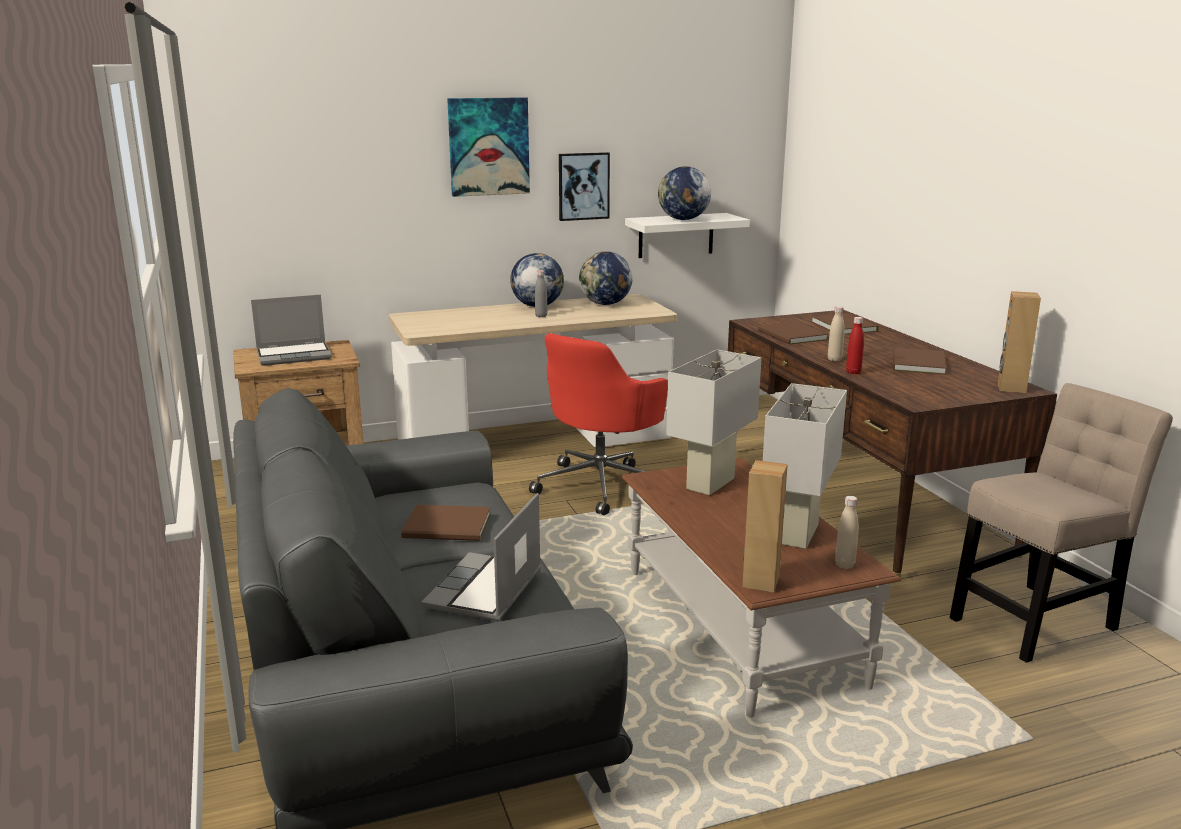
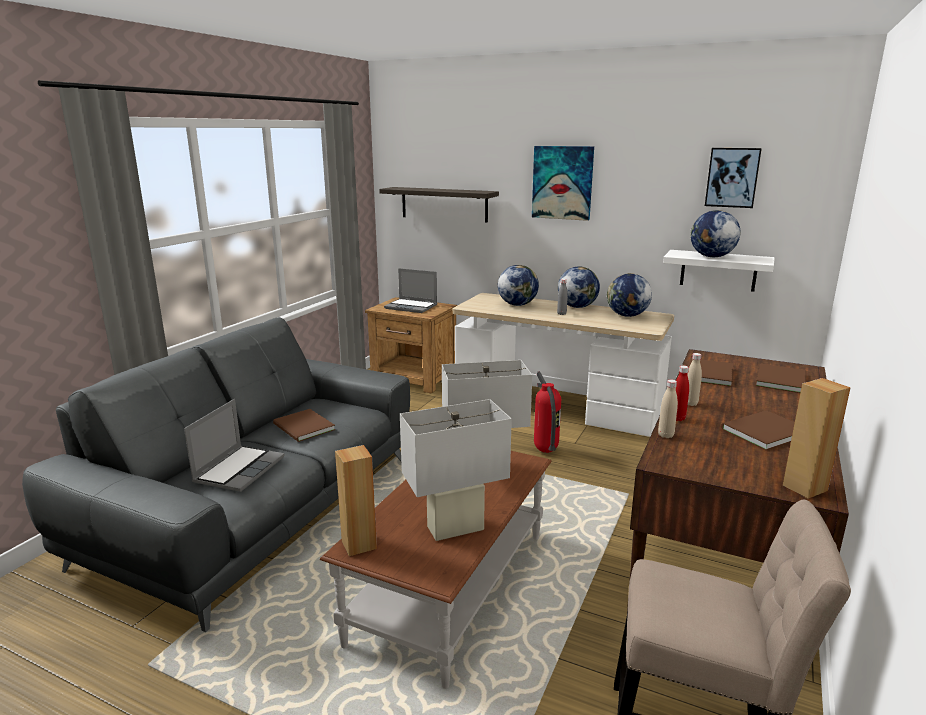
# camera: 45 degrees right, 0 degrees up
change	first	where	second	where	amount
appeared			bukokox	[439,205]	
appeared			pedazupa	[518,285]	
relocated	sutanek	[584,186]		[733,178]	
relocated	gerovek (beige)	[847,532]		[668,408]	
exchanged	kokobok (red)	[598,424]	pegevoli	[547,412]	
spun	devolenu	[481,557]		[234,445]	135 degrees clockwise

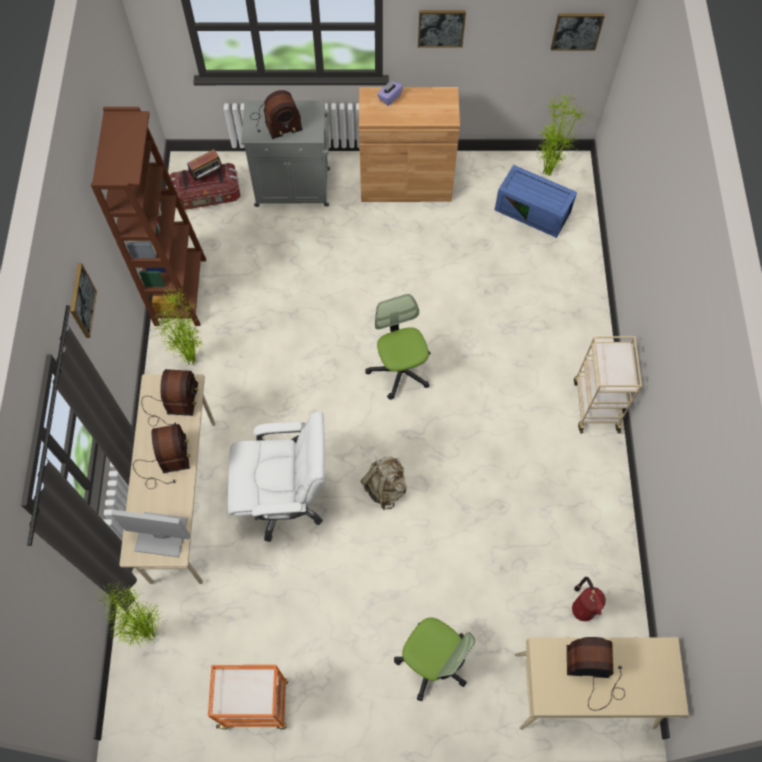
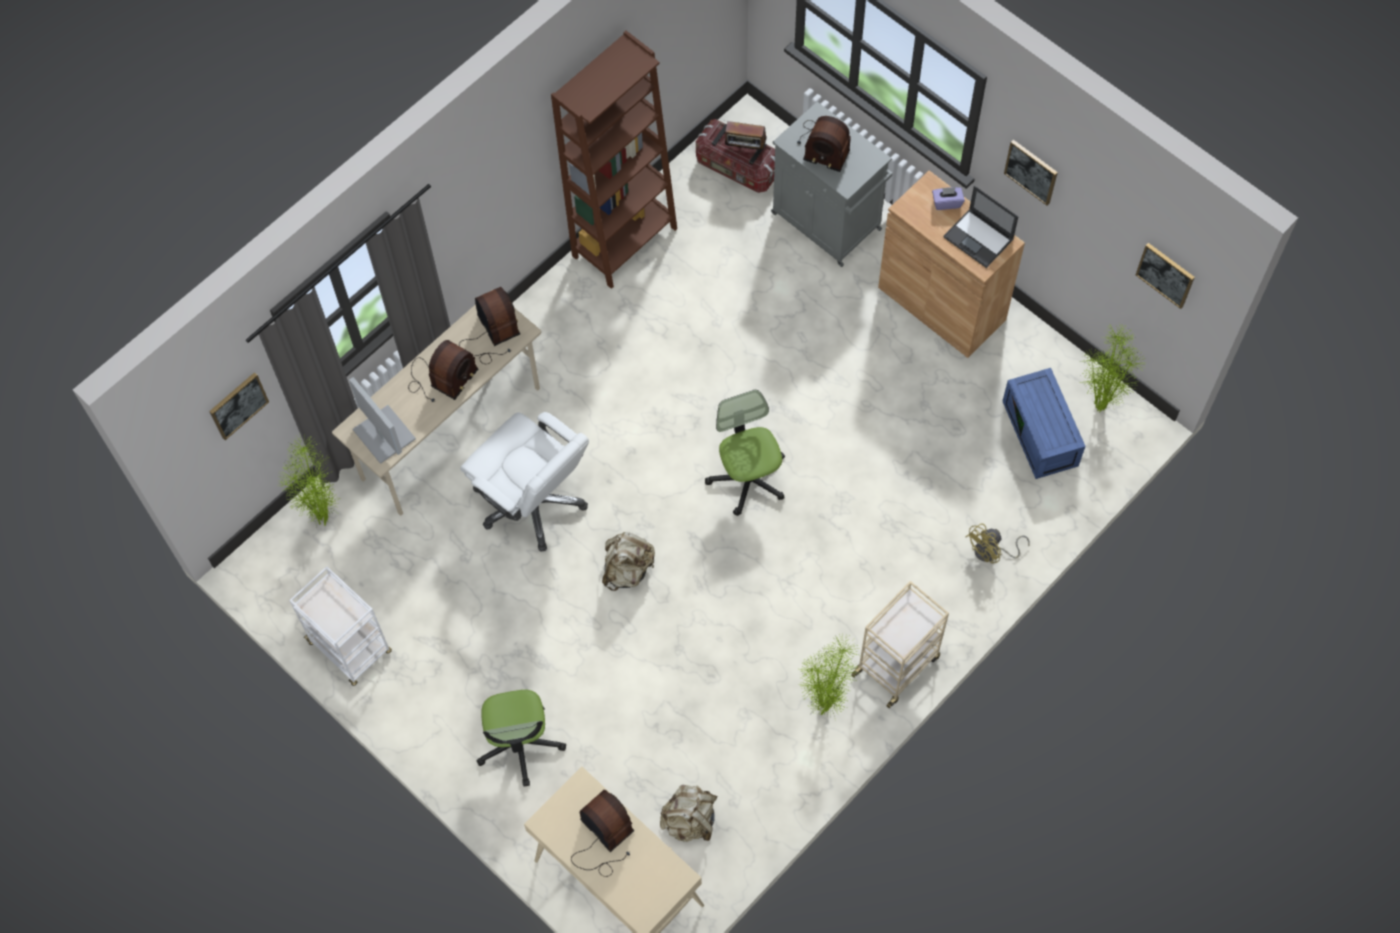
# camera: 45 degrees right, 0 degrees up
change	first	where	second	where	amount
appeared			devolenu	[980,227]	
appeared			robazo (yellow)	[998,543]	
relocated	sutanek	[83,300]		[239,406]	
relocated	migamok	[178,325]		[829,675]	
exchanged	pegevoli	[589,599]	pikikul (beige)	[688,813]	
colour	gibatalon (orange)	[248,697]	gibatalon (white)	[340,626]	
spun	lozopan	[170,397]		[489,325]	75 degrees counterclockwise
spun	kokobok	[397,347]		[745,453]	45 degrees counterclockwise

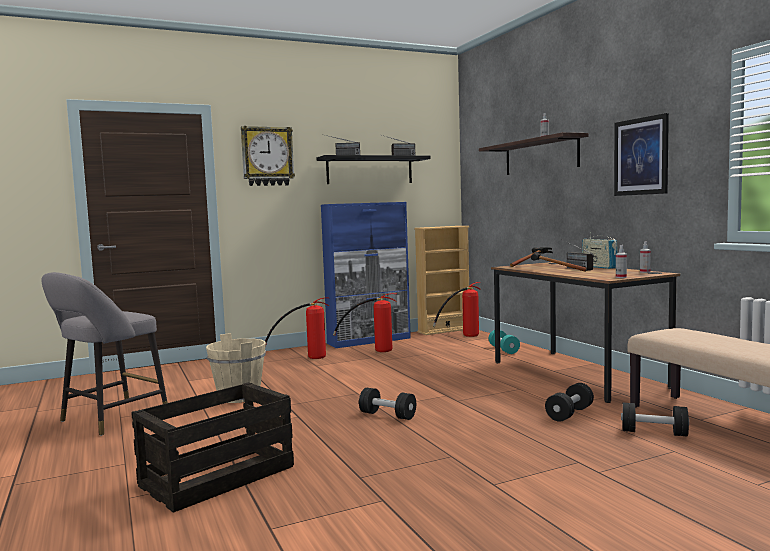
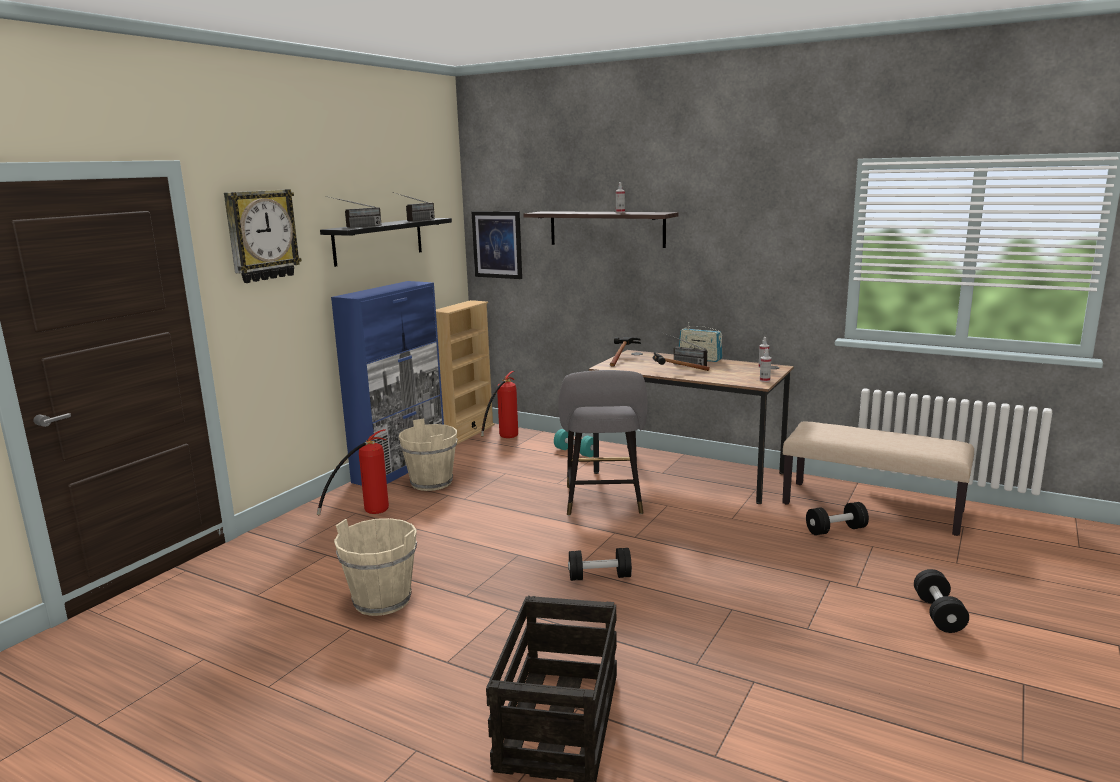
# camera: 35 degrees left, 10 degrees up
change	first	where	second	where	amount
relocated	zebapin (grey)	[104,354]		[603,443]	
relocated	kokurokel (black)	[569,402]		[941,601]	
relocated	sutanek	[641,154]		[496,245]	
exchanged	pegevoli	[364,322]	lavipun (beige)	[428,454]	

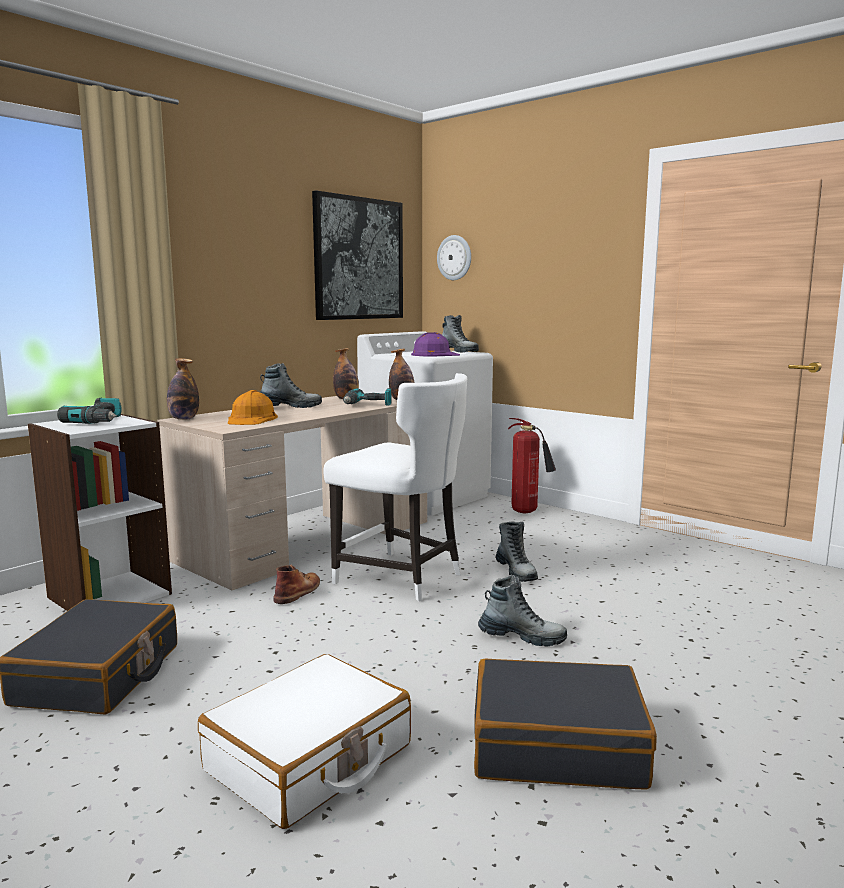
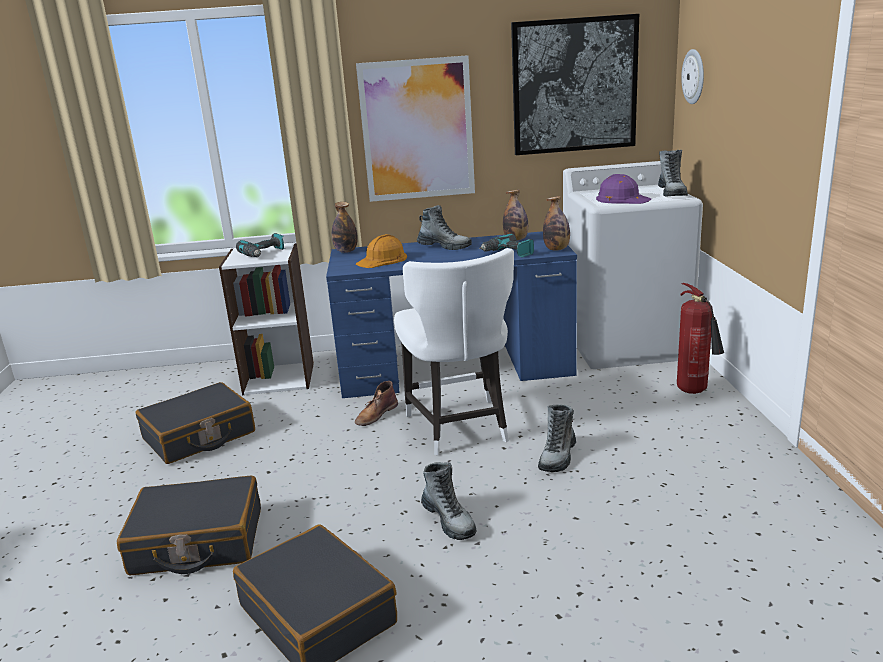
# camera: 45 degrees right, 10 degrees up
change	first	where	second	where	amount
appeared			sutanek	[415,128]	
colour	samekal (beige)	[292,493]	samekal (blue)	[451,314]	
colour	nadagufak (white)	[304,741]	nadagufak (black)	[189,525]	
spun	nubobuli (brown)	[296,584]		[376,403]	150 degrees clockwise

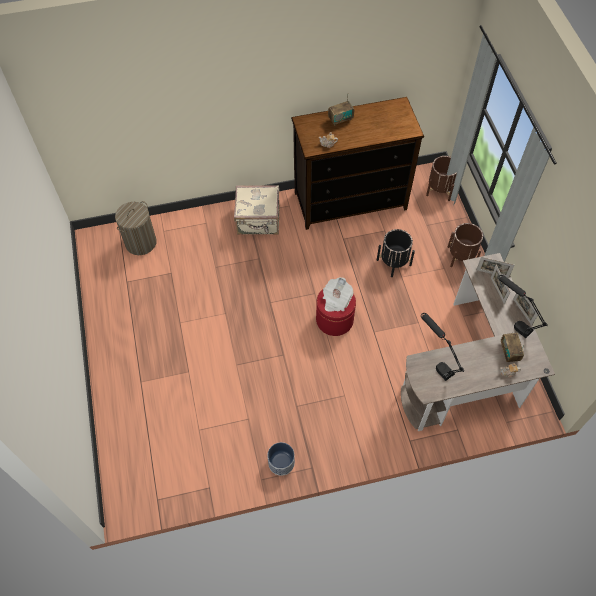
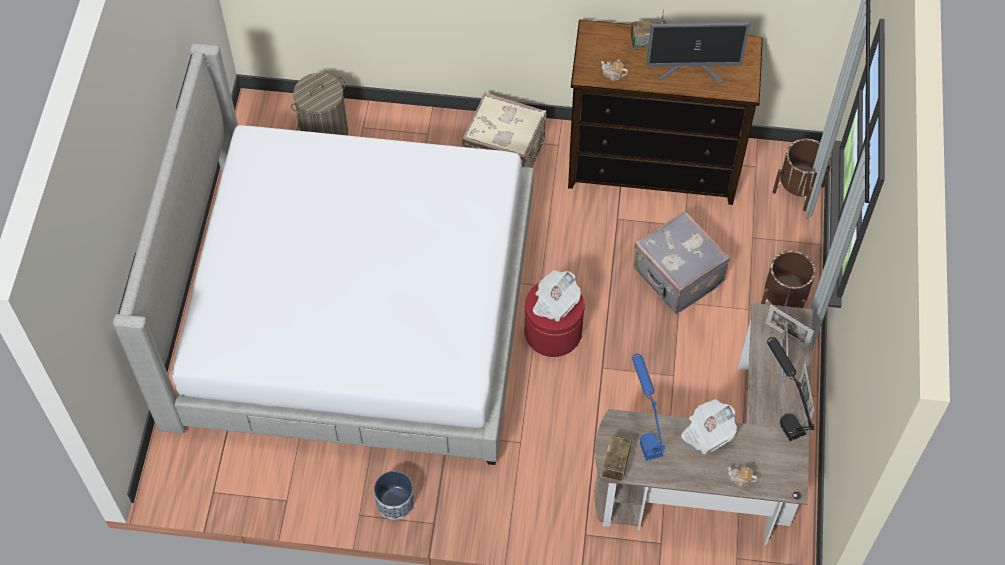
# camera: 20 degrees right, 0 degrees up
change	first	where	second	where	amount
appeared			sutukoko	[323,254]	
appeared			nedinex	[698,52]	
appeared			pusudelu	[709,427]	
relocated	lozopan	[512,347]		[617,458]	
exchanged	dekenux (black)	[396,253]	nadagufak (grey)	[681,262]	
colour	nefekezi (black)	[442,347]	nefekezi (blue)	[648,407]	

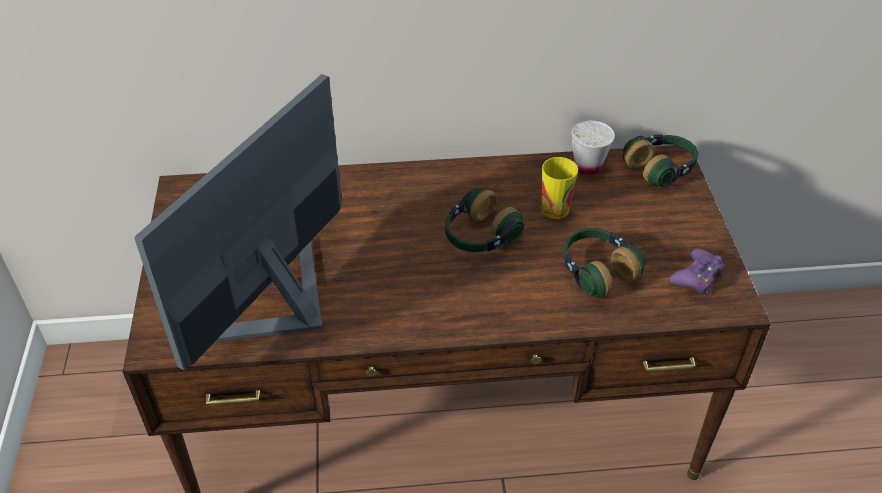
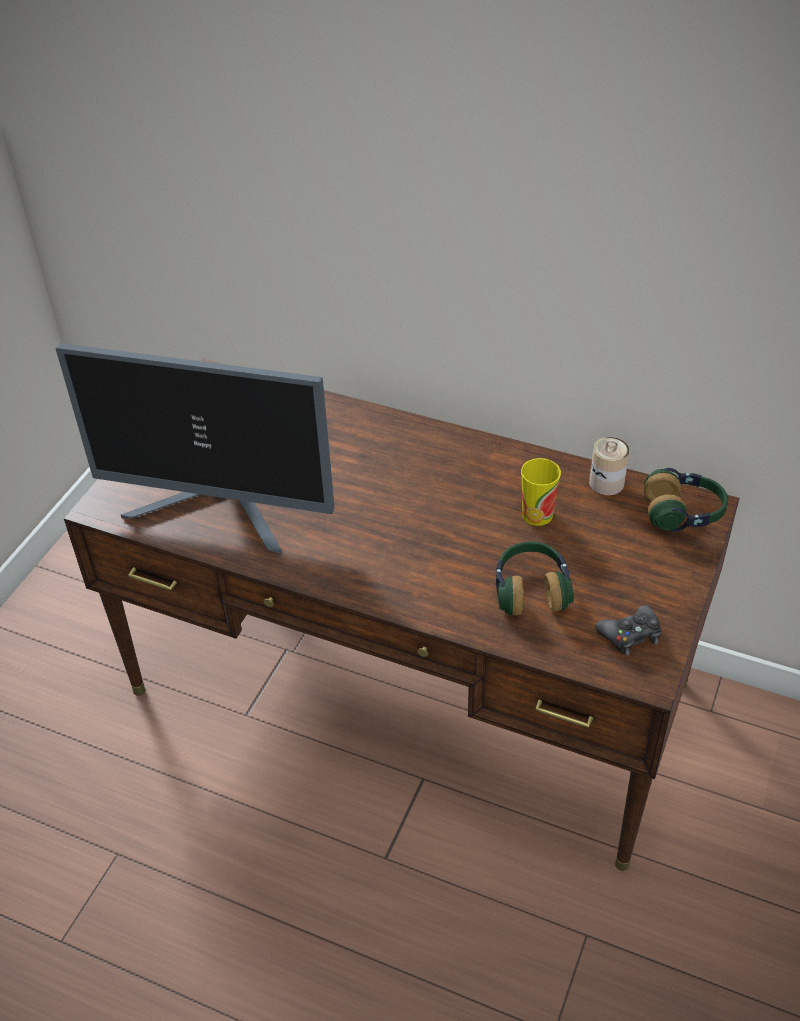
# camera: 30 degrees right, 0 degrees up
change	first	where	second	where	amount
missing	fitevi	[484,220]			
exchanged	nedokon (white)	[593,147]	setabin	[609,466]	
colour	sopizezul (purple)	[697,271]	sopizezul (black)	[628,630]	
spun	nedinex	[238,222]		[195,448]	135 degrees counterclockwise

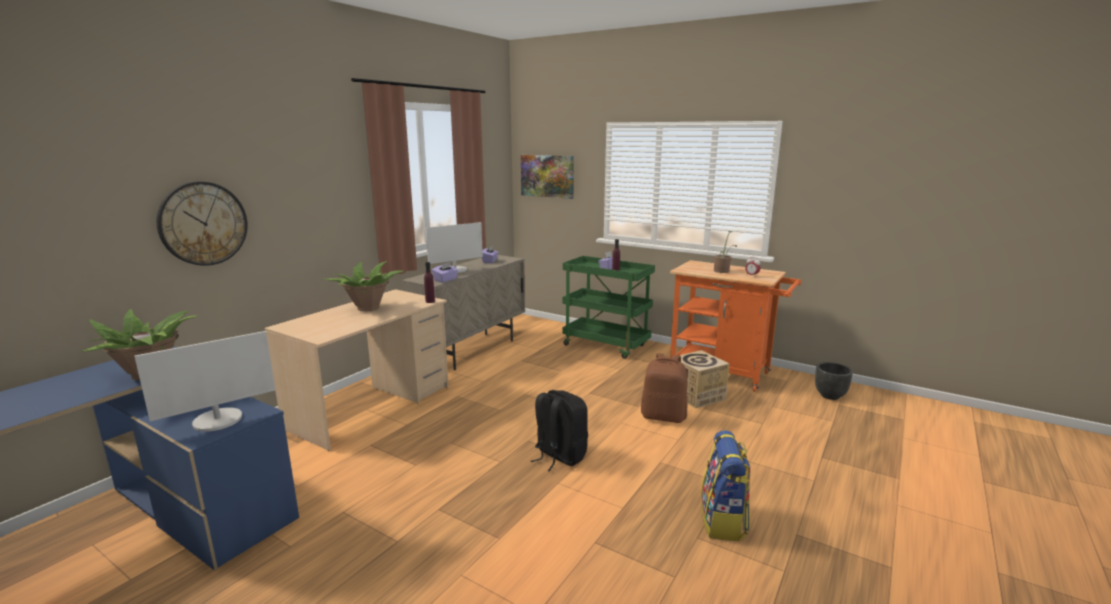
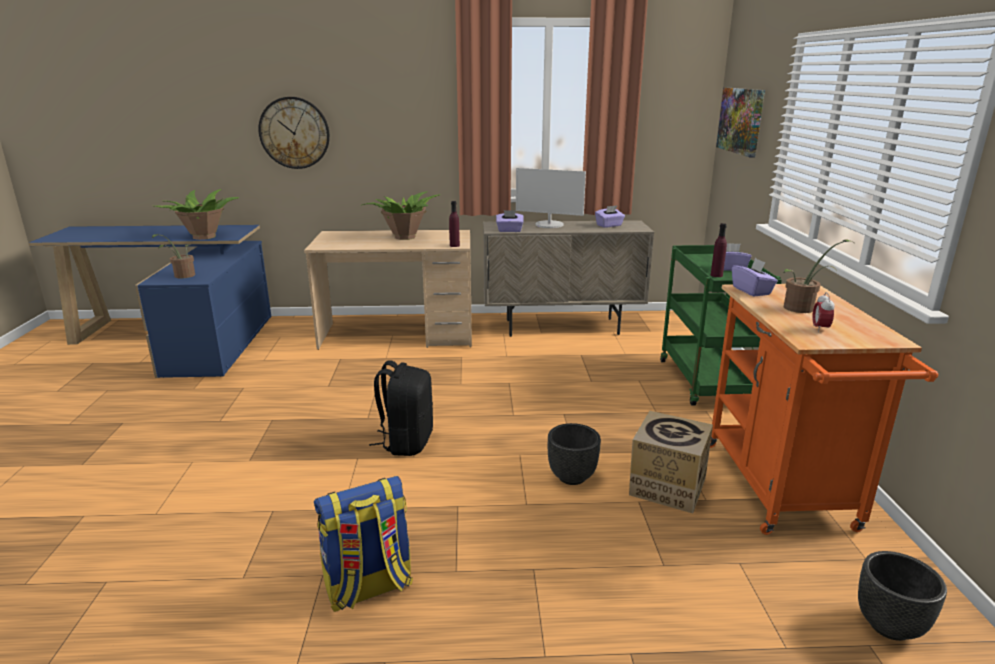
# camera: 55 degrees right, 5 degrees up
change	first	where	second	where	amount
appeared			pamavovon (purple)	[755,277]	
exchanged	nedinex	[204,381]	migamok	[173,256]	
exchanged	pikikul (brown)	[664,388]	dekenux (black)	[574,454]	

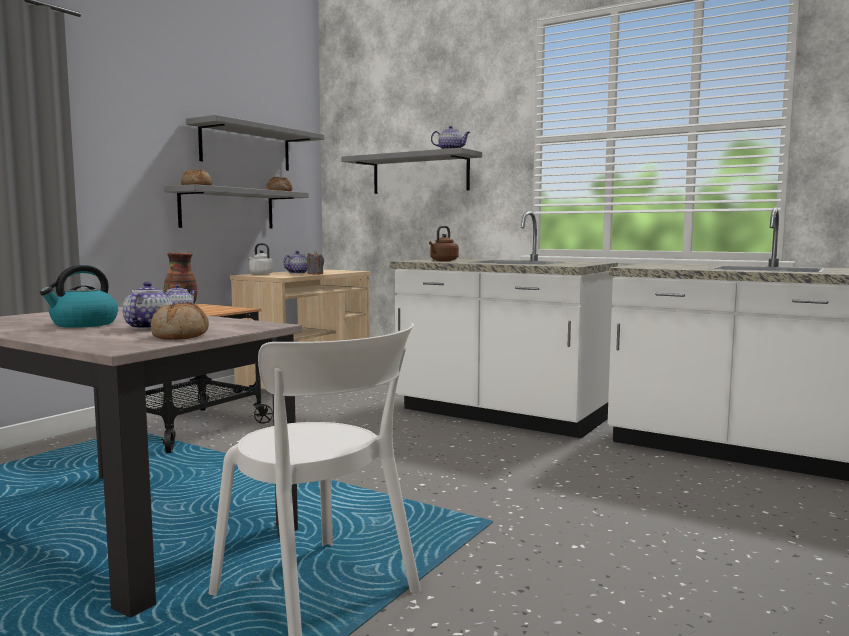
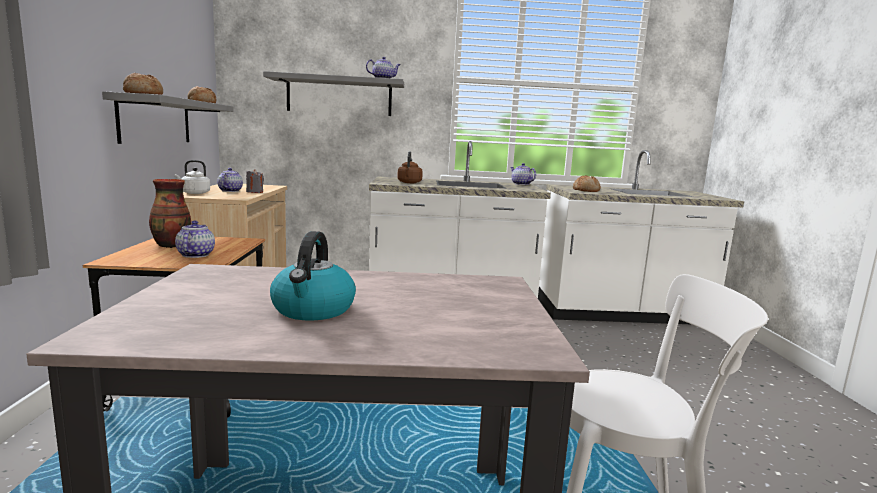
# camera: 35 degrees left, 5 degrees up
change	first	where	second	where	amount
missing	bukokox (grey)	[255,143]			
relocated	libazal	[147,305]		[523,174]	
relocated	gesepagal	[180,321]		[587,183]	

